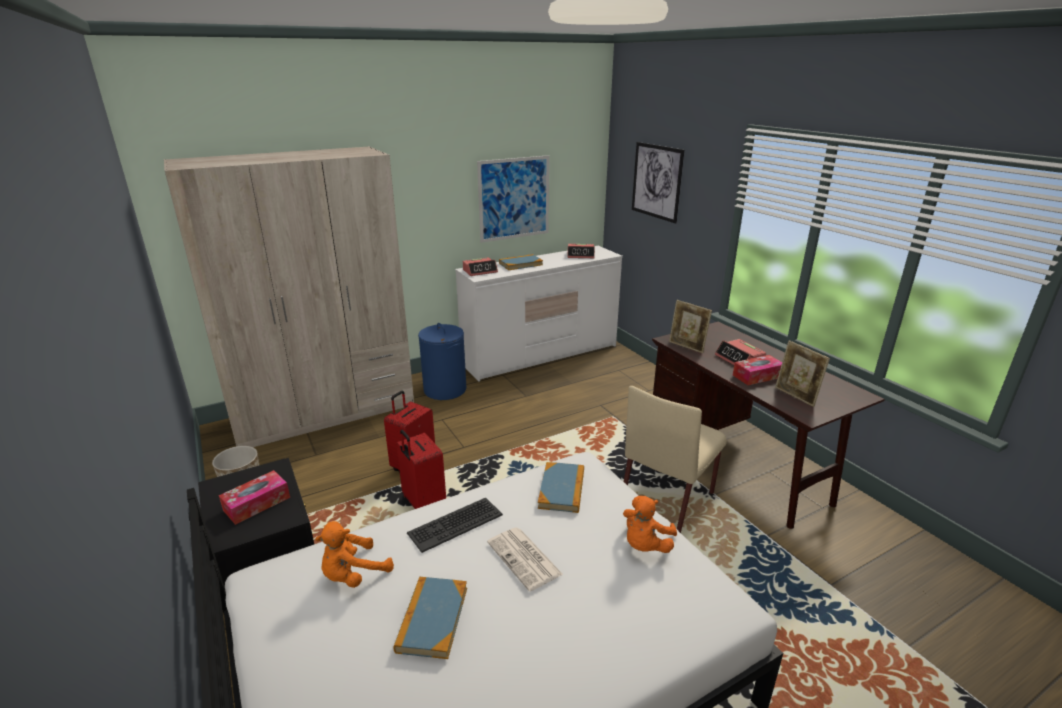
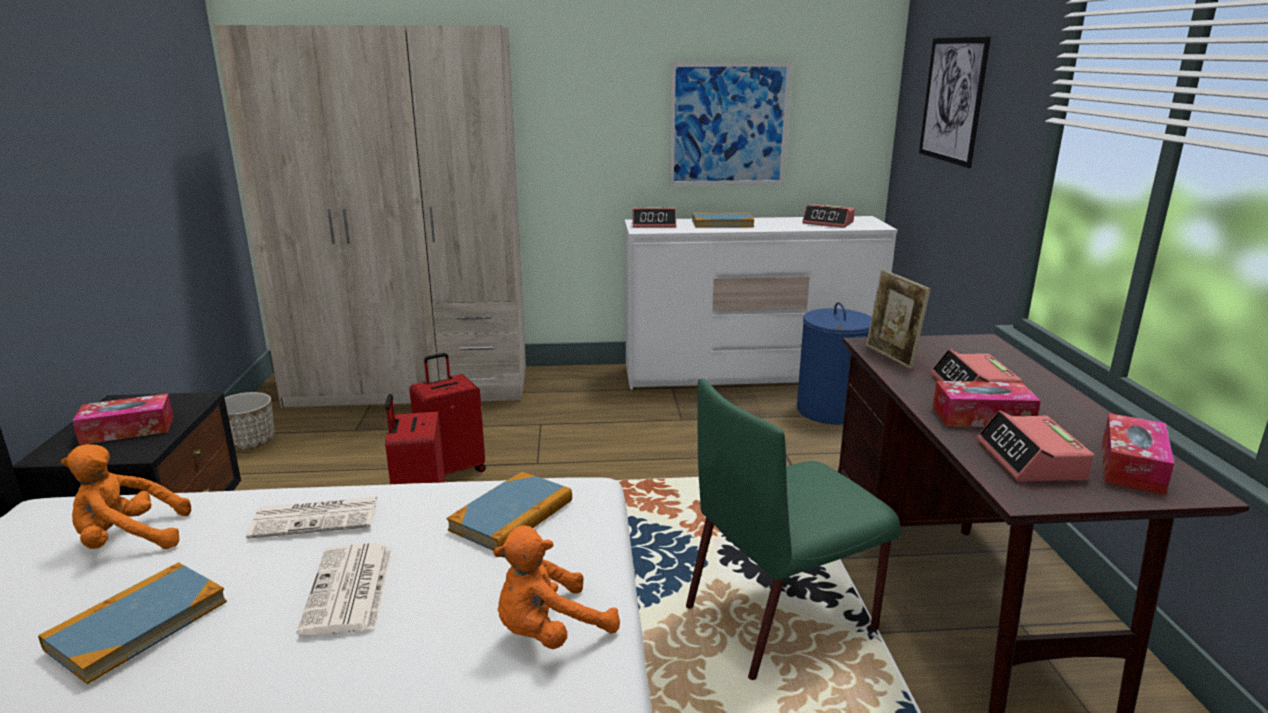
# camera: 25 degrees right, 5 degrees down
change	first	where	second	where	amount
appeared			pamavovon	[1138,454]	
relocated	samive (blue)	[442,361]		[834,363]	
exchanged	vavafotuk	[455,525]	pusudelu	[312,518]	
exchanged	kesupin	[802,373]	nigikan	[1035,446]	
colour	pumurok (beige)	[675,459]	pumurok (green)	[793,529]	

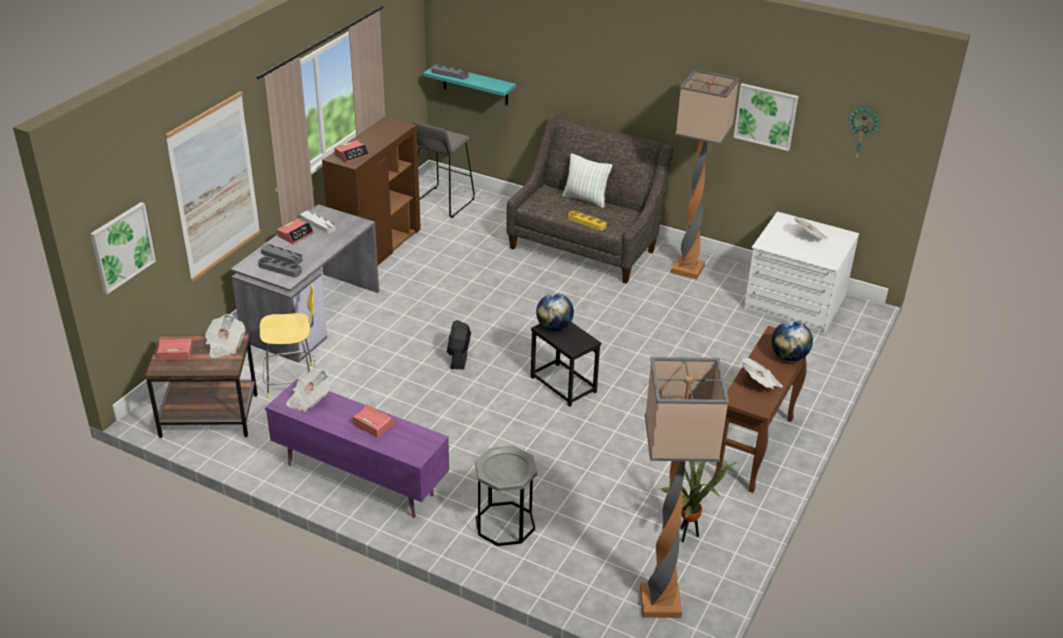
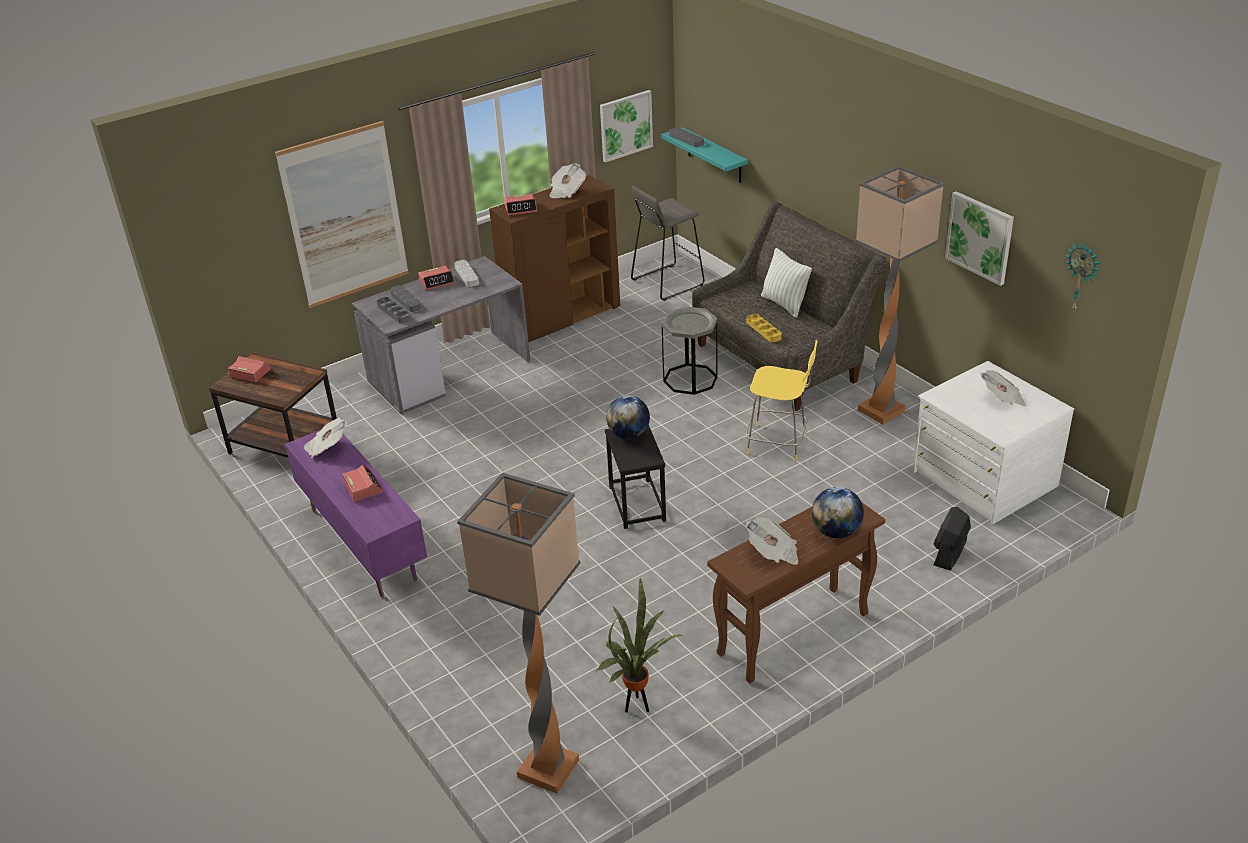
# camera: 30 degrees right, 0 degrees up
change	first	where	second	where	amount
relocated	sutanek	[123,248]		[626,126]	
relocated	pusudelu	[225,336]		[567,180]	
relocated	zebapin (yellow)	[287,341]		[781,400]	
relocated	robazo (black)	[459,345]		[952,539]	
relocated	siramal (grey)	[506,496]		[690,350]	

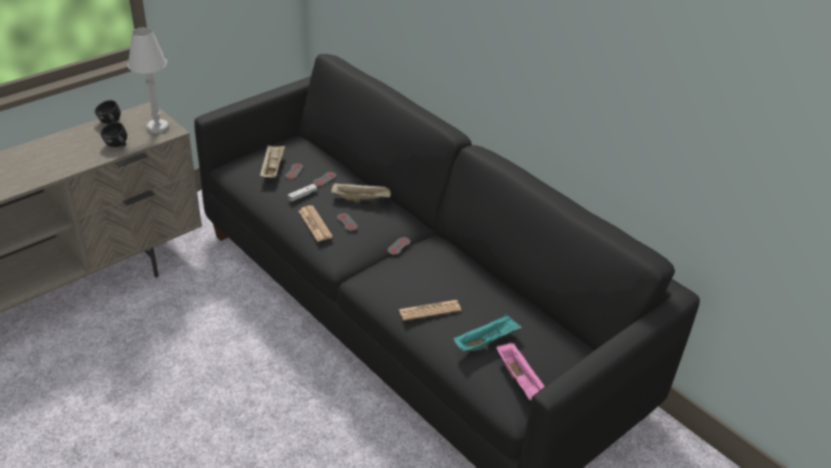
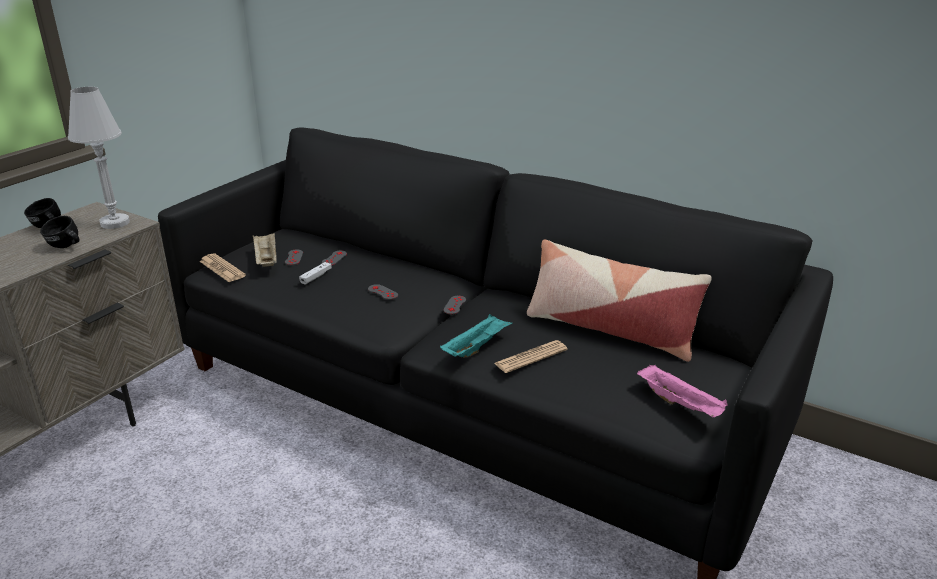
# camera: 15 degrees left, 10 degrees down
change	first	where	second	where	amount
missing	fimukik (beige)	[361,191]			
appeared			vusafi	[619,301]	
relocated	pusudelu	[316,223]		[222,268]	
relocated	fimukik (turquoise)	[488,332]		[476,336]	

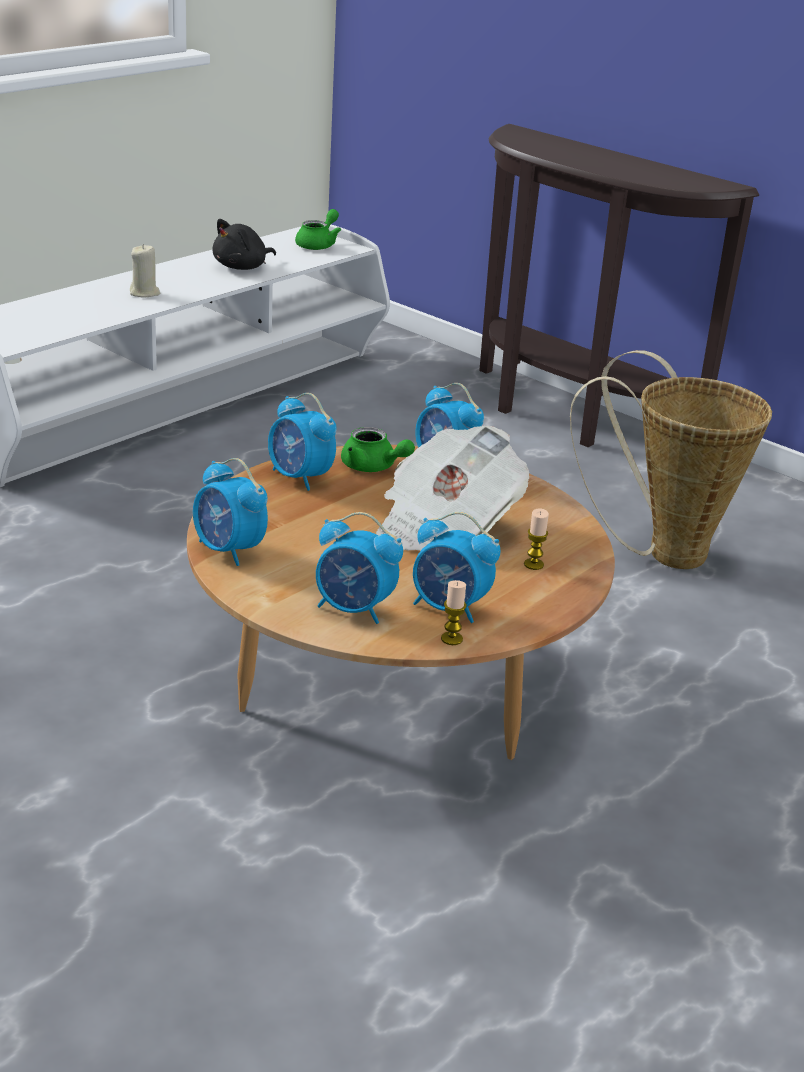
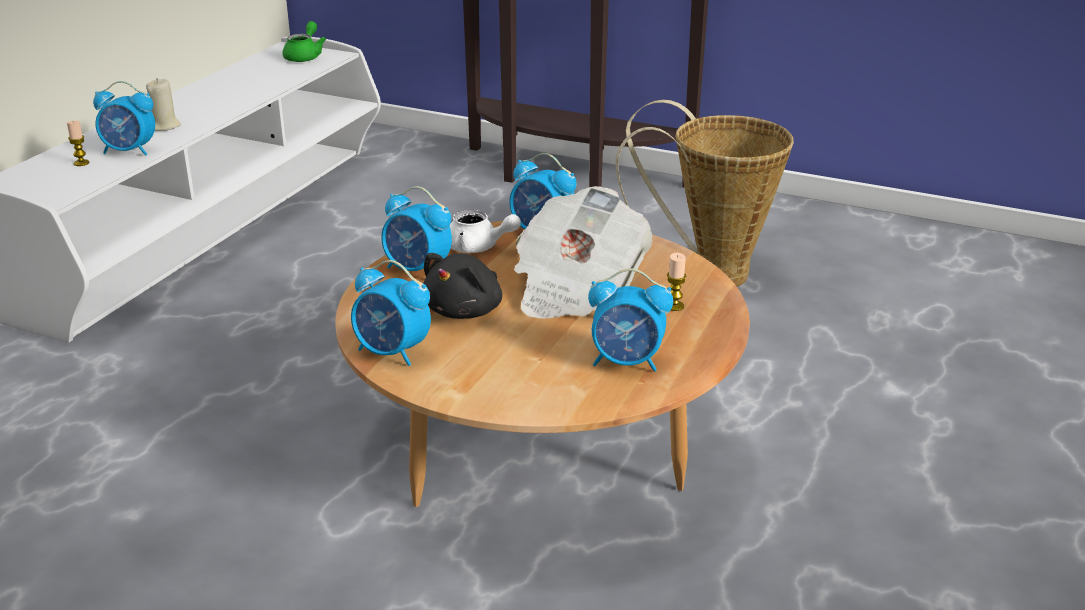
# camera: 15 degrees left, 0 degrees up
change	first	where	second	where	amount
relocated	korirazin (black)	[244,244]		[462,286]	
relocated	nigikan	[359,568]		[124,118]	
relocated	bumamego	[454,612]		[78,143]	
colour	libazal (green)	[378,449]	libazal (white)	[485,231]	

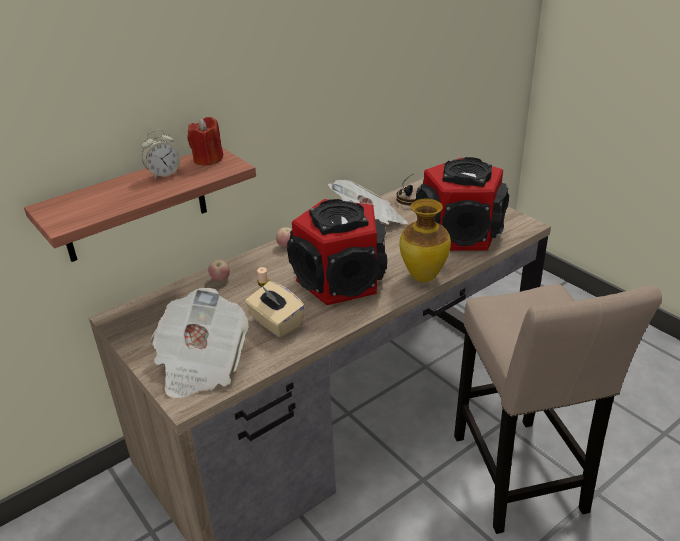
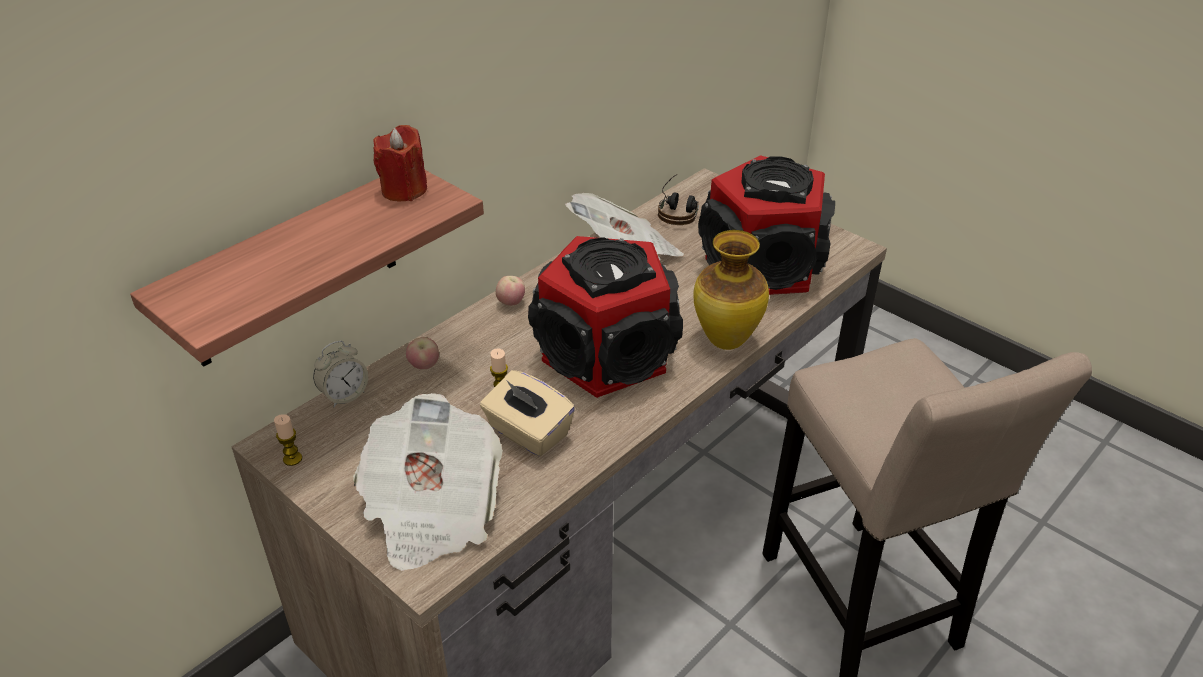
# camera: 10 degrees left, 5 degrees up
change	first	where	second	where	amount
appeared			bumamego	[288,440]	
relocated	nigikan	[161,155]		[340,374]	

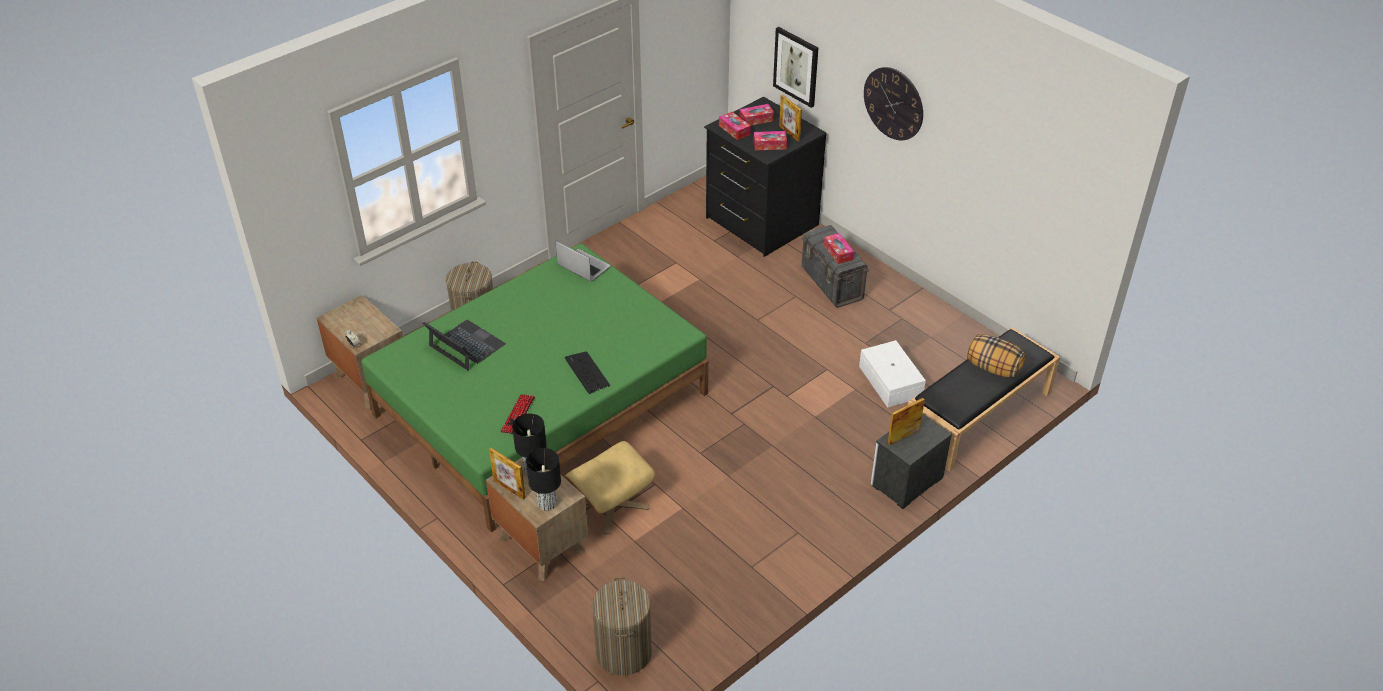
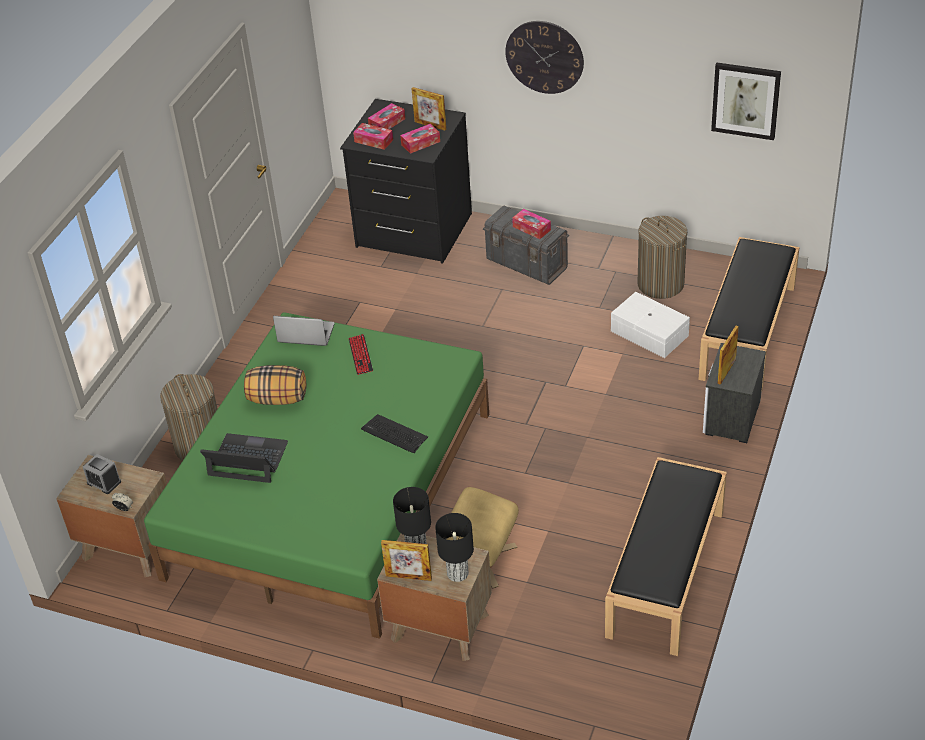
# camera: 25 degrees left, 0 degrees up
change	first	where	second	where	amount
appeared			nigikan	[102,474]	
appeared			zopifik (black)	[666,556]	
relocated	vavafotuk	[518,414]		[361,354]	
relocated	samive	[622,626]		[662,257]	
relocated	sutanek	[795,67]		[746,101]	
relocated	vusafi	[996,356]		[275,385]	

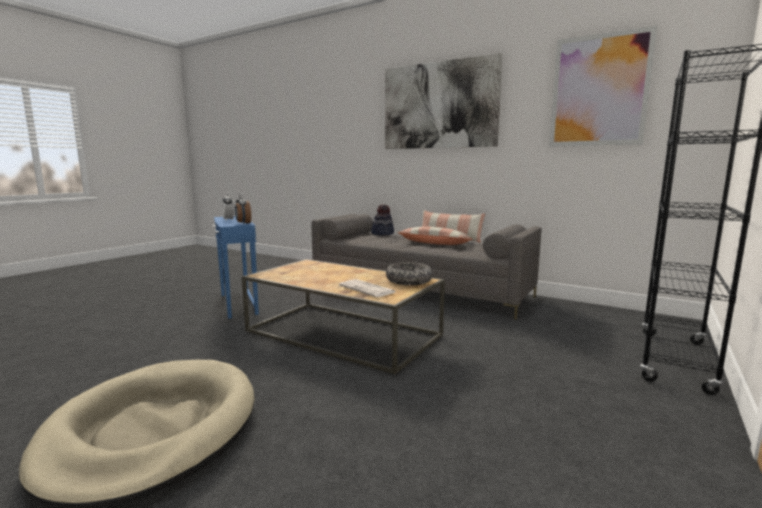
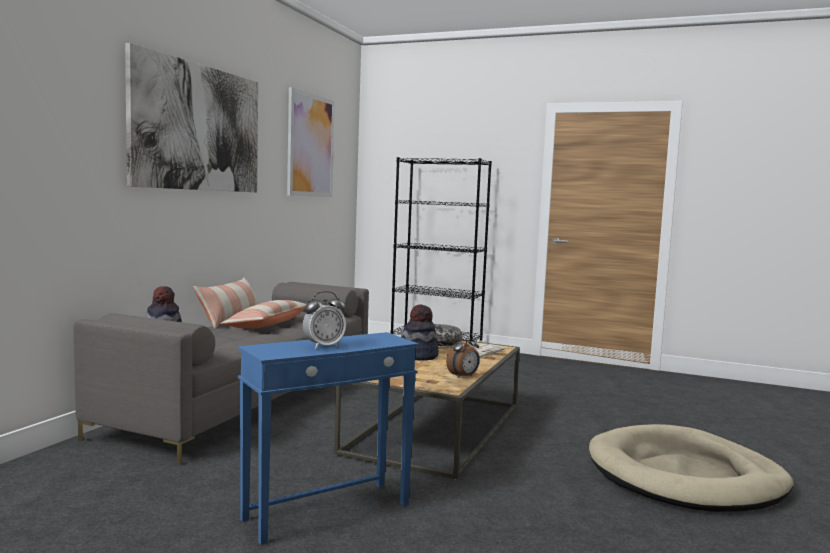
# camera: 100 degrees left, 5 degrees down
change	first	where	second	where	amount
appeared			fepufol	[420,332]	
relocated	nigikan	[243,209]		[463,355]	

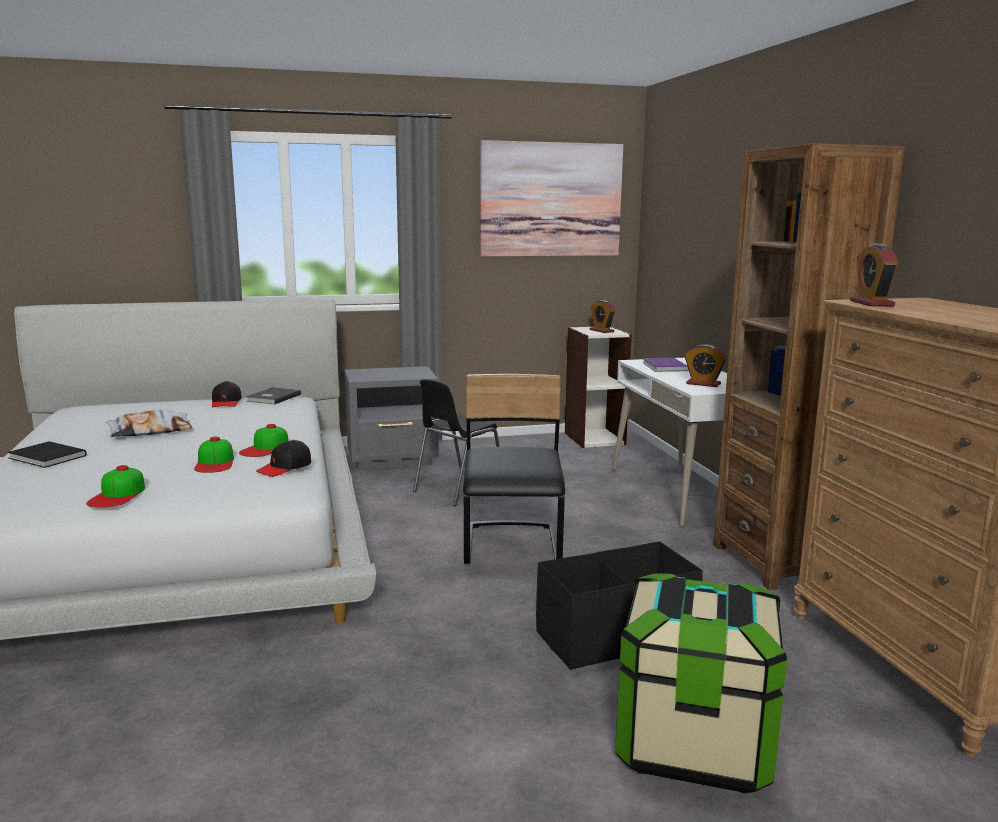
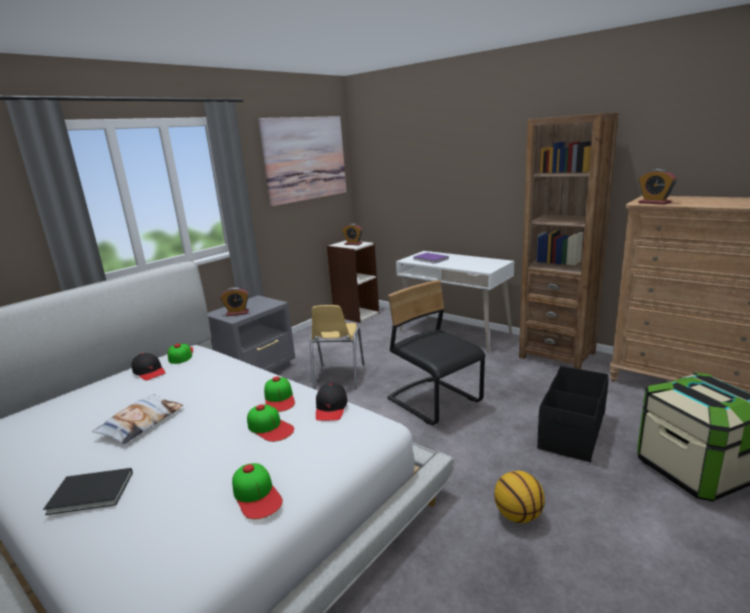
# camera: 35 degrees left, 5 degrees up
change	first	where	second	where	amount
appeared			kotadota	[519,497]	
relocated	nigikan	[706,365]		[234,301]	
exchanged	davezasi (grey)	[273,396]	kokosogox	[180,354]	
colour	pumurok (black)	[456,442]	pumurok (yellow)	[337,347]	

